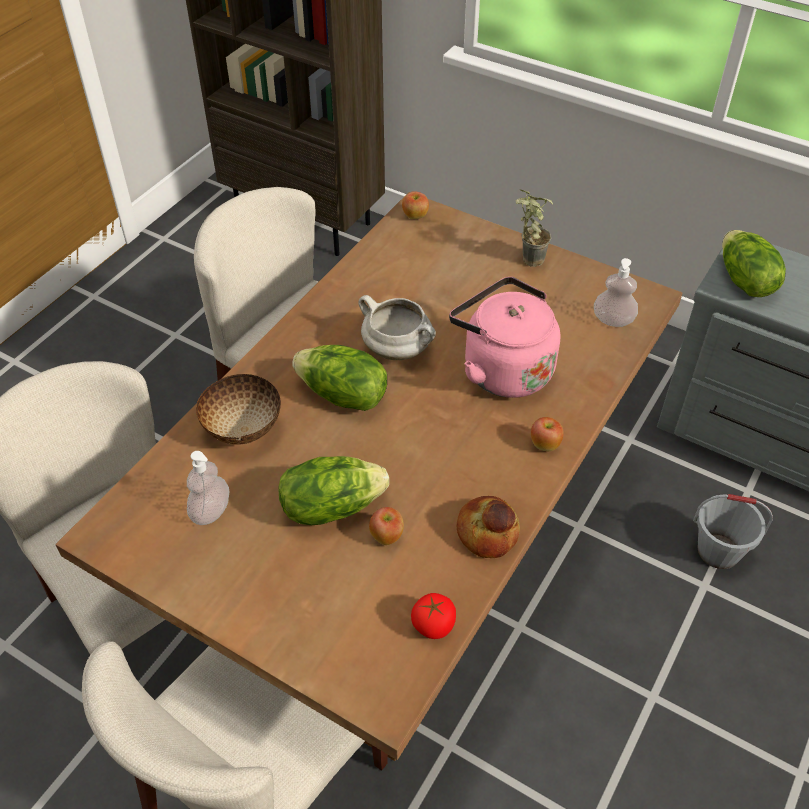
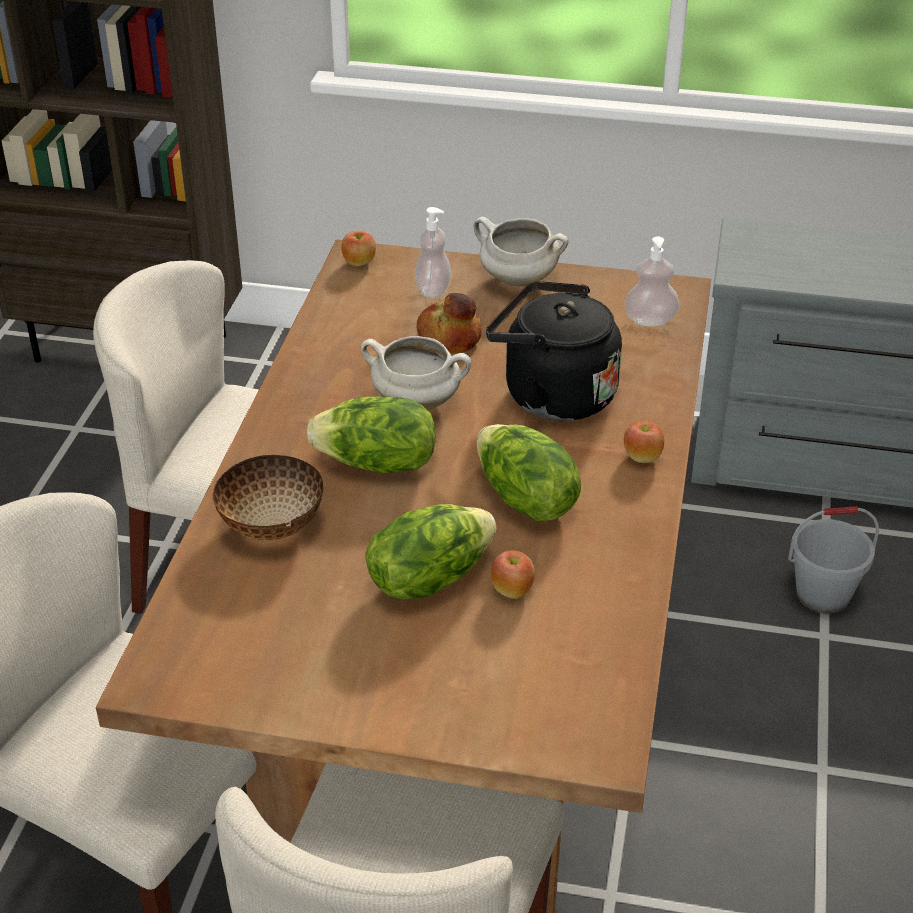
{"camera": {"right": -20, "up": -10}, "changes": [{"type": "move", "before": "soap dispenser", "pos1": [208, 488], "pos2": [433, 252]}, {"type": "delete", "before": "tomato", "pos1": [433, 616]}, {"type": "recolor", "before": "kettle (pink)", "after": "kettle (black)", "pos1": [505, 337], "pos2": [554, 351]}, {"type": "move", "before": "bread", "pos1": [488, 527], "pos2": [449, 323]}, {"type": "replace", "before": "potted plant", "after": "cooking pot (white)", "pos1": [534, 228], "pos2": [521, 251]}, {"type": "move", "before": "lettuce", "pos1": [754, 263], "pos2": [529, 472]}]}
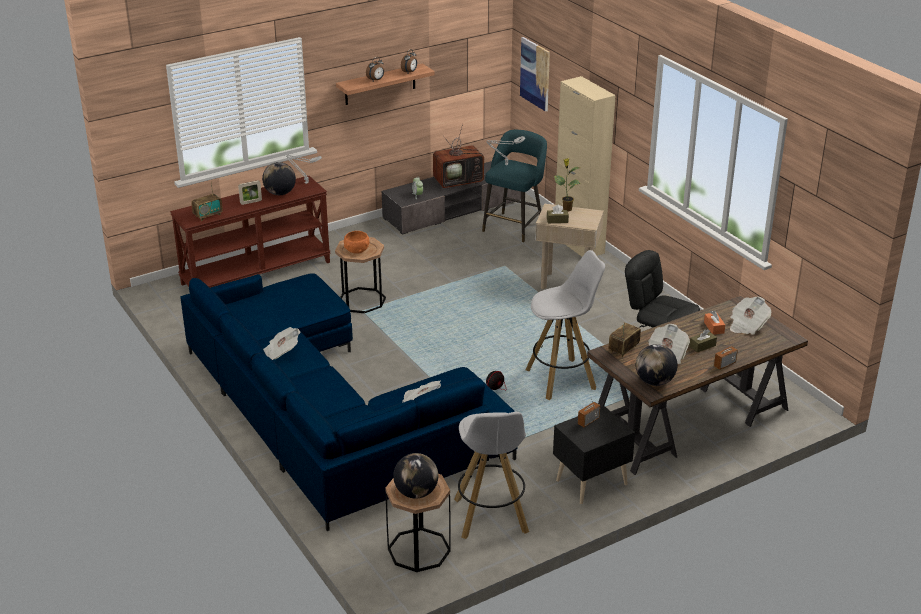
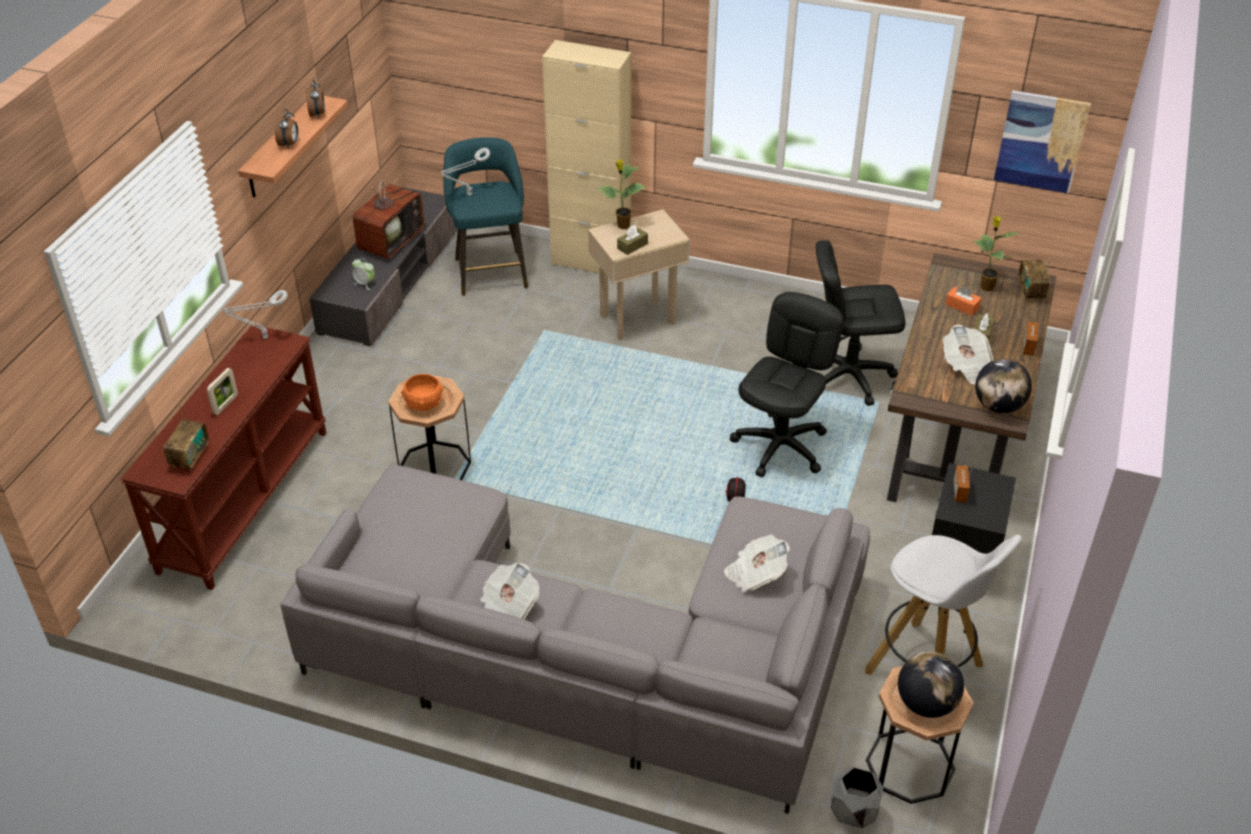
{"camera": {"right": -40, "up": 10}, "changes": [{"type": "recolor", "before": "sofa (blue)", "after": "sofa (grey)", "pos1": [348, 402], "pos2": [575, 639]}, {"type": "delete", "before": "globe", "pos1": [279, 178]}, {"type": "move", "before": "picture", "pos1": [535, 74], "pos2": [1042, 141]}, {"type": "replace", "before": "stool (white)", "after": "office chair (black)", "pos1": [565, 325], "pos2": [787, 384]}, {"type": "move", "before": "radio", "pos1": [625, 339], "pos2": [1034, 280]}, {"type": "replace", "before": "newspaper", "after": "potted plant", "pos1": [750, 316], "pos2": [996, 253]}, {"type": "insert", "after": "planter (grey)", "pos2": [857, 797]}]}
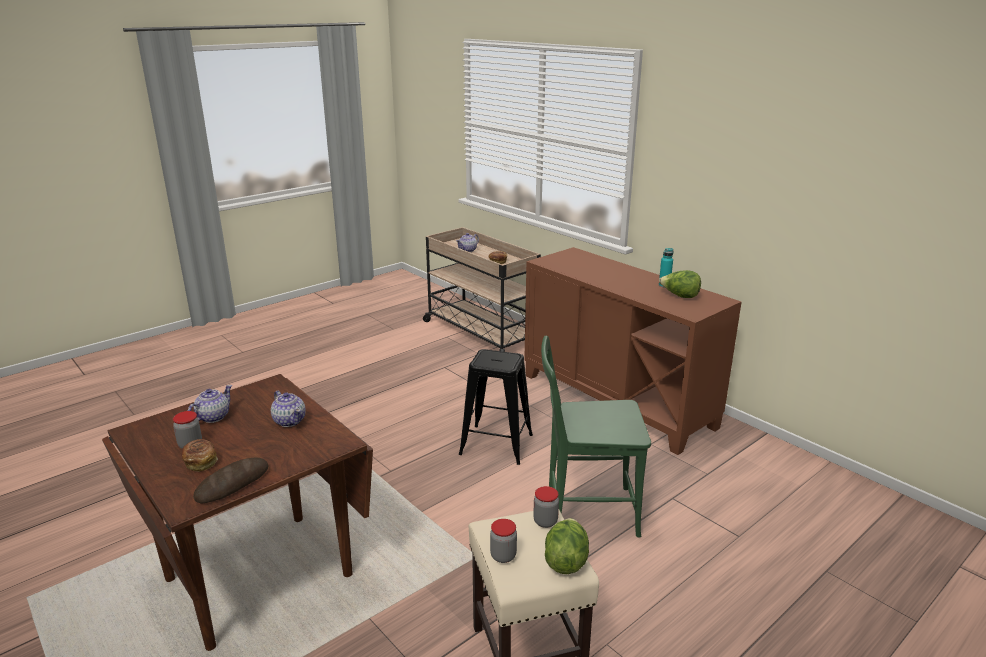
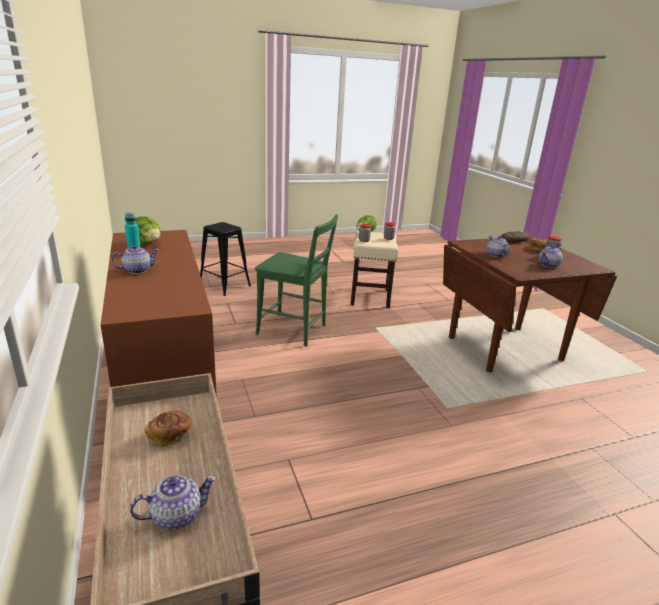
{"camera": {"right": -160, "up": 0}, "changes": [{"type": "move", "before": "stool (black)", "pos1": [496, 407], "pos2": [225, 259]}, {"type": "insert", "after": "teapot", "pos2": [135, 259]}]}
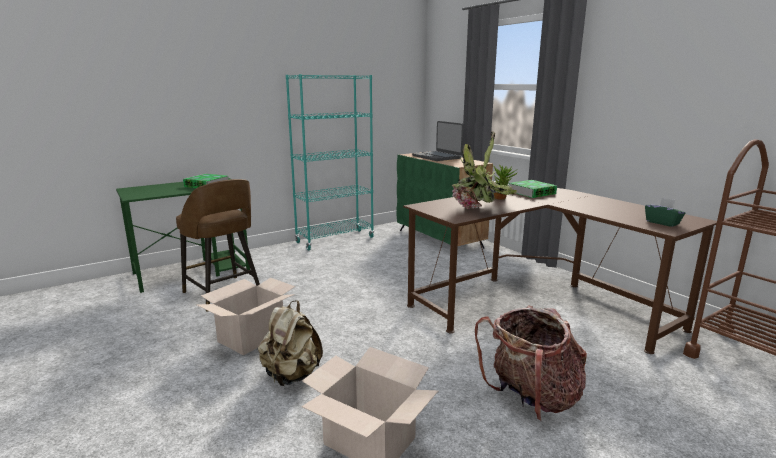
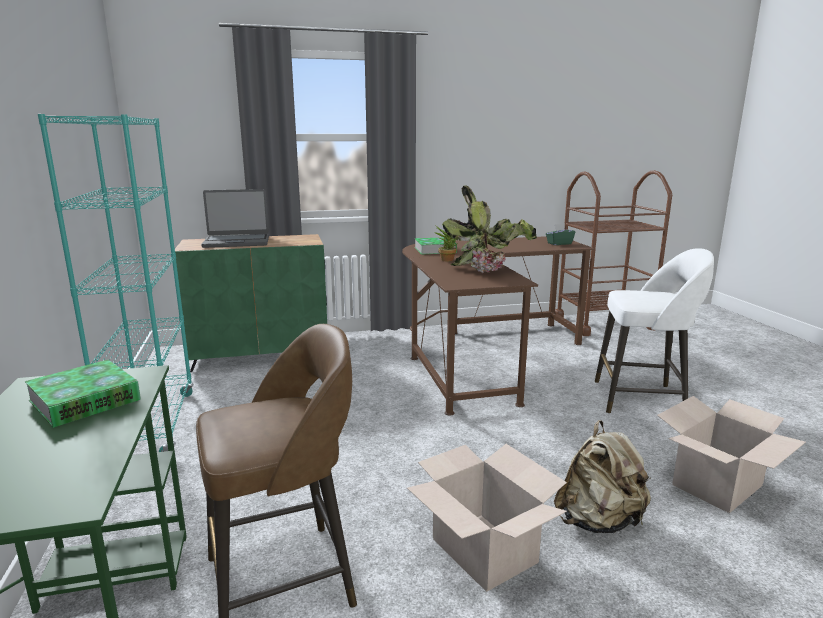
{"camera": {"right": -70, "up": 0}, "changes": [{"type": "replace", "before": "backpack", "after": "stool (white)", "pos1": [531, 363], "pos2": [654, 330]}]}
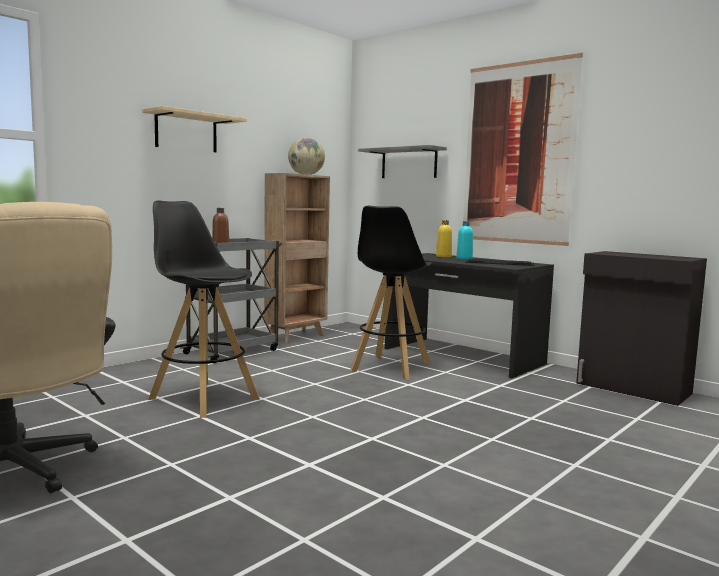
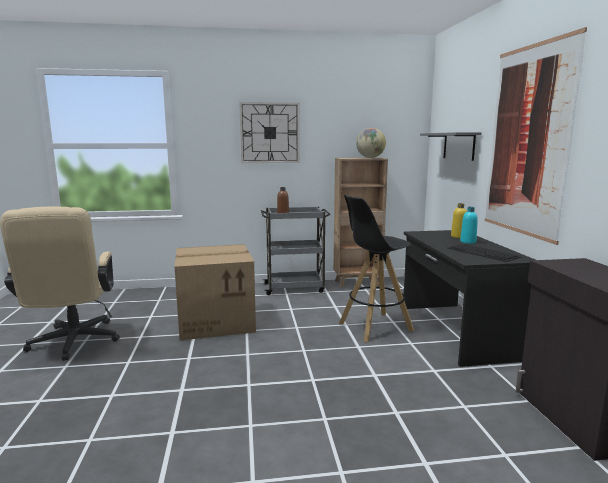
{"camera": {"right": 40, "up": 5}, "changes": [{"type": "replace", "before": "shelf (beige)", "after": "wall clock", "pos1": [194, 129], "pos2": [269, 132]}, {"type": "replace", "before": "stool (black)", "after": "cardboard box", "pos1": [203, 309], "pos2": [215, 292]}]}
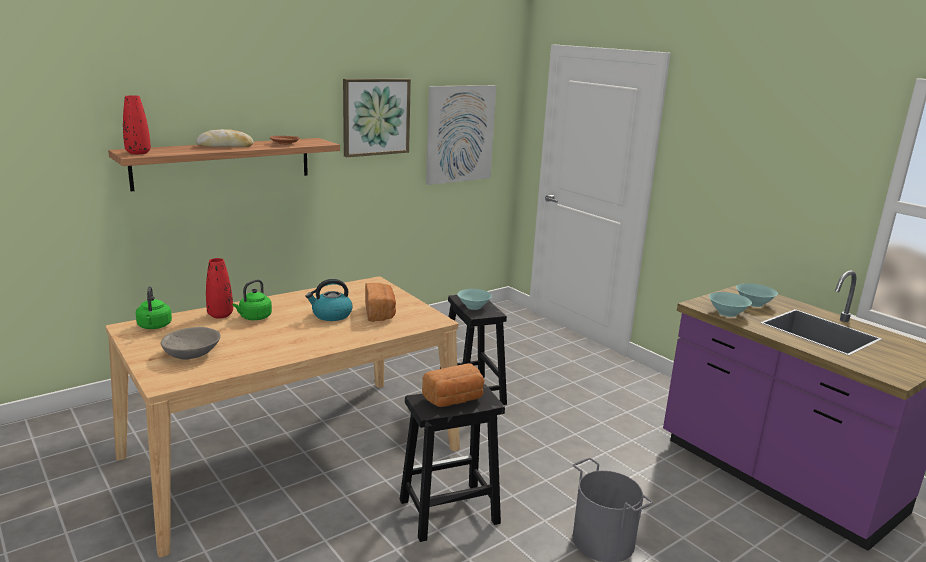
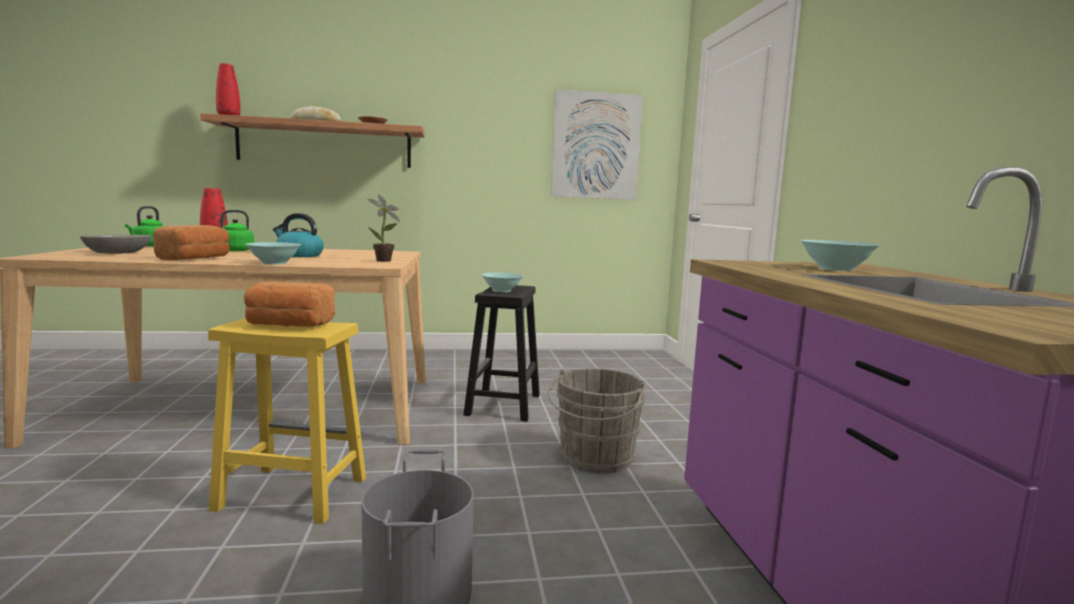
{"camera": {"right": 30, "up": -10}, "changes": [{"type": "delete", "before": "picture", "pos1": [377, 118]}, {"type": "move", "before": "bread", "pos1": [380, 302], "pos2": [191, 242]}, {"type": "recolor", "before": "stool (black)", "after": "stool (yellow)", "pos1": [452, 463], "pos2": [287, 421]}, {"type": "move", "before": "bowl (turquoise)", "pos1": [730, 304], "pos2": [273, 253]}, {"type": "insert", "after": "potted plant", "pos2": [383, 228]}, {"type": "insert", "after": "bucket (grey)", "pos2": [597, 420]}]}
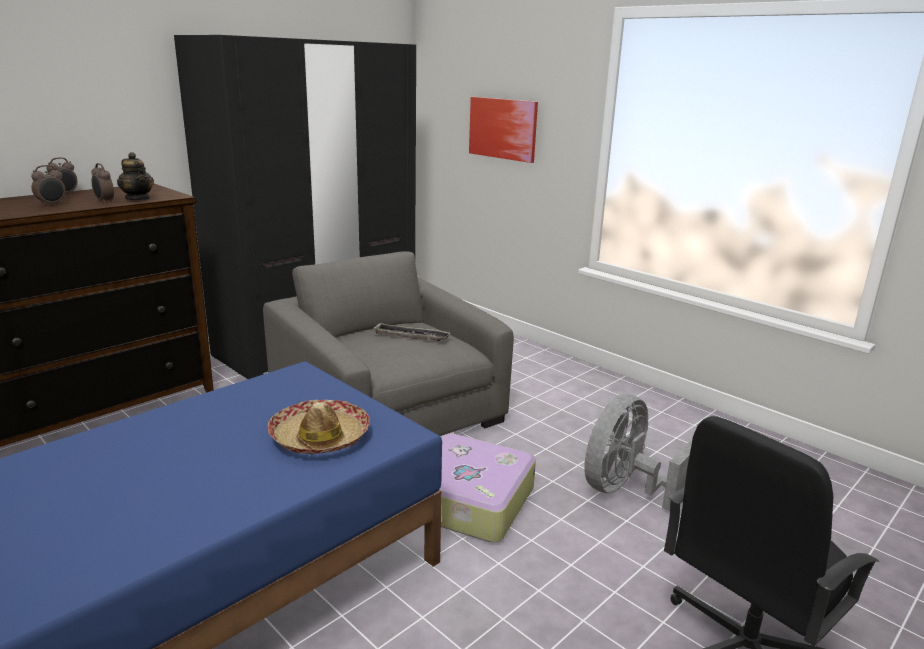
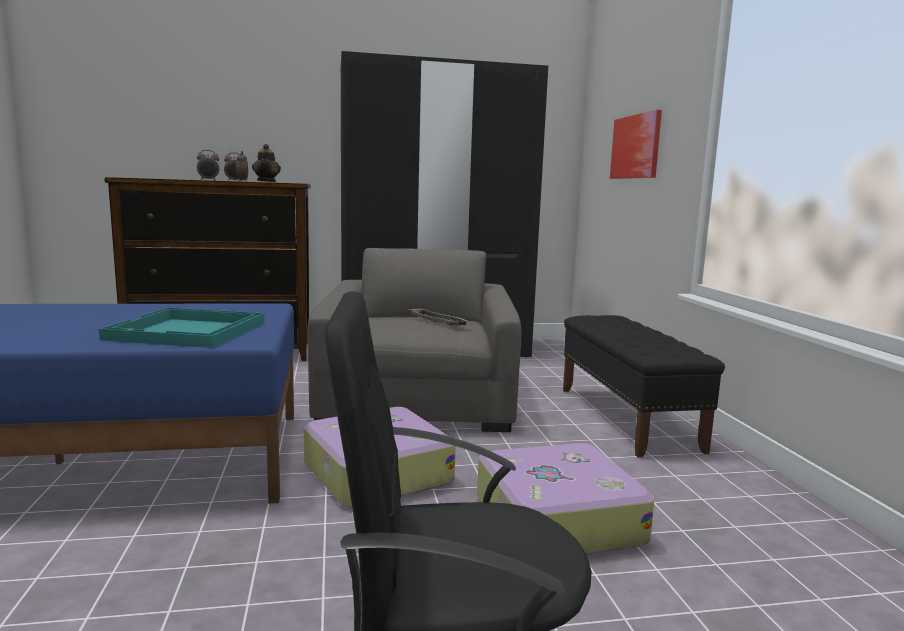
{"camera": {"right": 35, "up": -10}, "changes": [{"type": "replace", "before": "hat", "after": "tray (turquoise)", "pos1": [319, 427], "pos2": [182, 327]}, {"type": "replace", "before": "fan (grey)", "after": "suitcase", "pos1": [638, 452], "pos2": [565, 498]}, {"type": "insert", "after": "bench (black)", "pos2": [644, 386]}]}
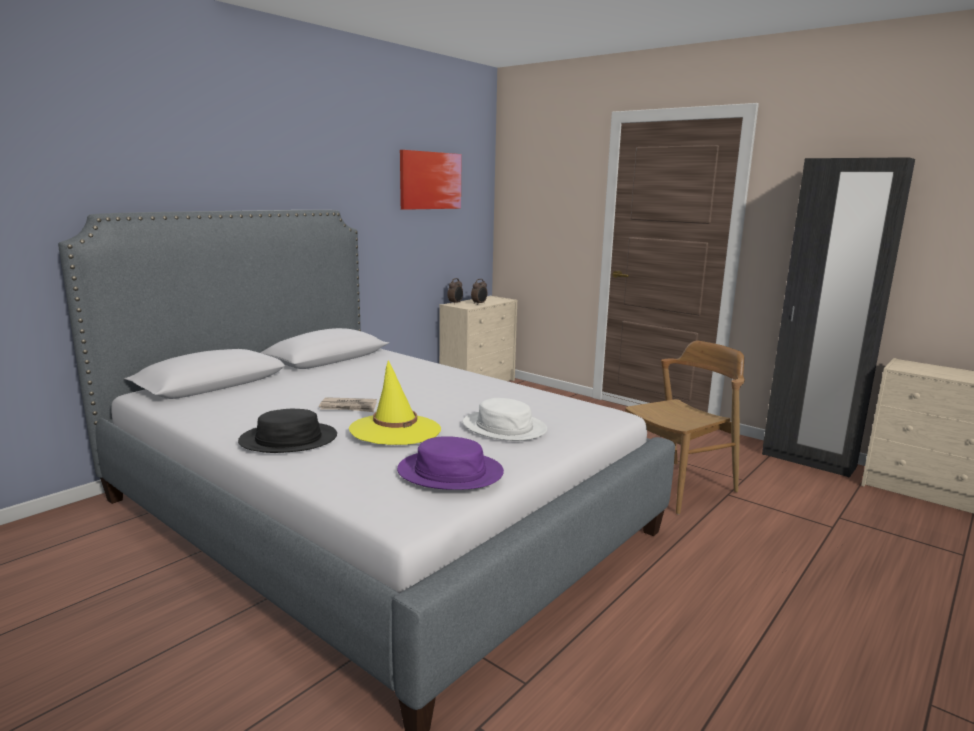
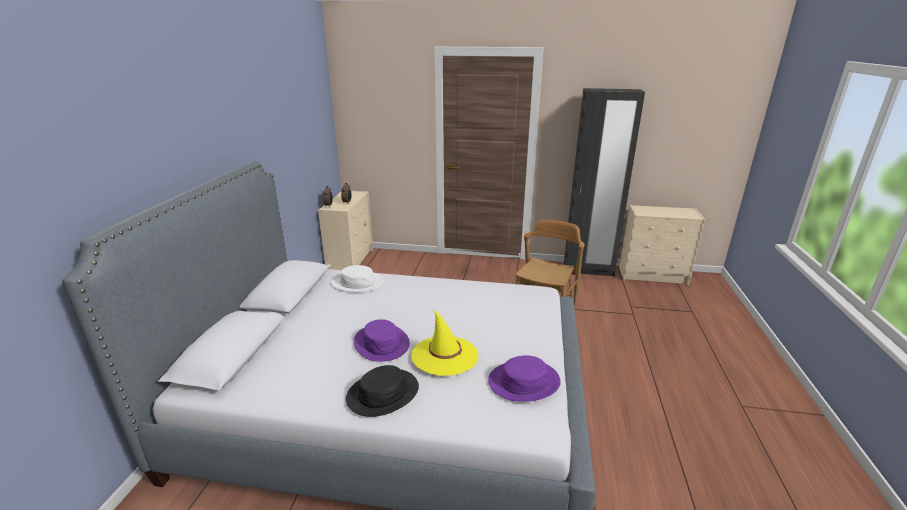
{"camera": {"right": -30, "up": 10}, "changes": [{"type": "replace", "before": "newspaper", "after": "hat (purple)", "pos1": [348, 404], "pos2": [382, 340]}, {"type": "delete", "before": "picture", "pos1": [431, 180]}, {"type": "move", "before": "hat (white)", "pos1": [505, 419], "pos2": [358, 278]}]}
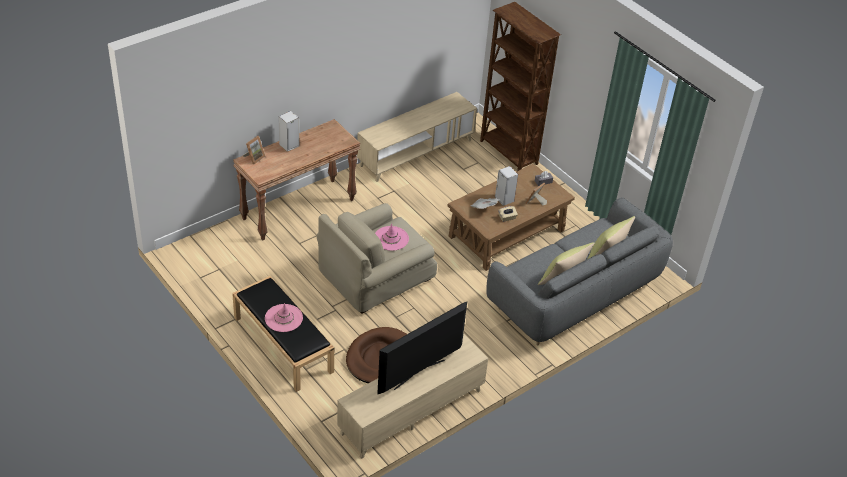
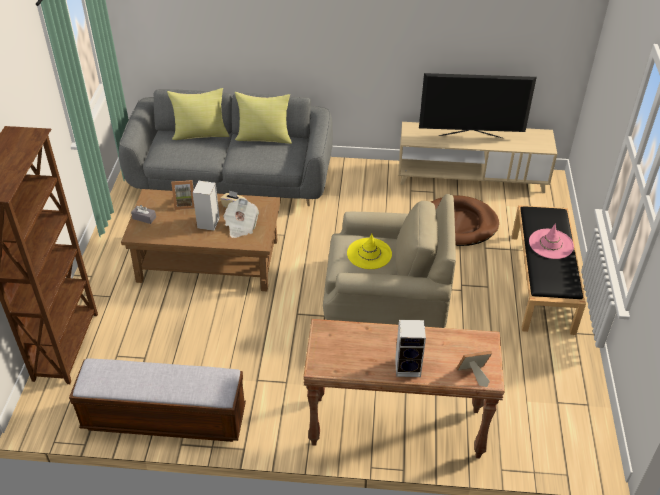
{"camera": {"right": -135, "up": 0}, "changes": [{"type": "replace", "before": "tv stand (beige)", "after": "bench", "pos1": [417, 137], "pos2": [157, 400]}, {"type": "recolor", "before": "hat (pink)", "after": "hat (yellow)", "pos1": [392, 237], "pos2": [369, 251]}]}
